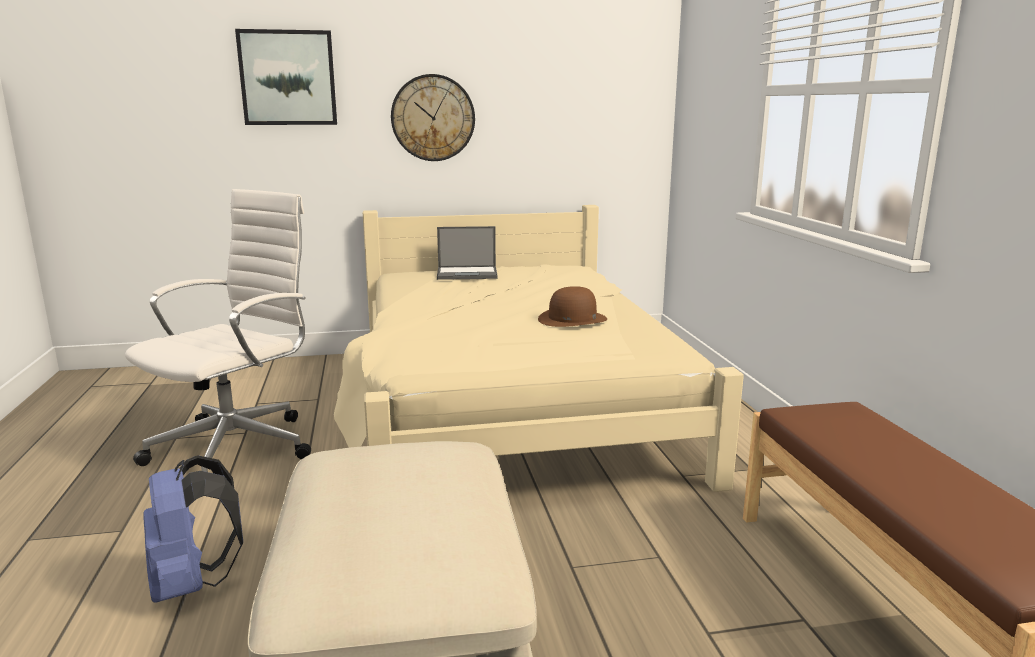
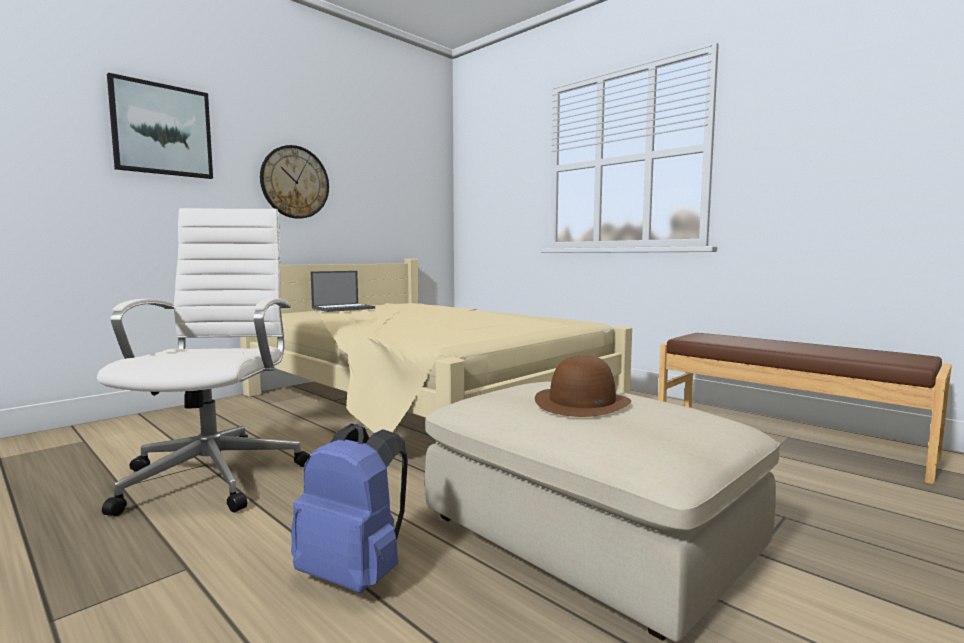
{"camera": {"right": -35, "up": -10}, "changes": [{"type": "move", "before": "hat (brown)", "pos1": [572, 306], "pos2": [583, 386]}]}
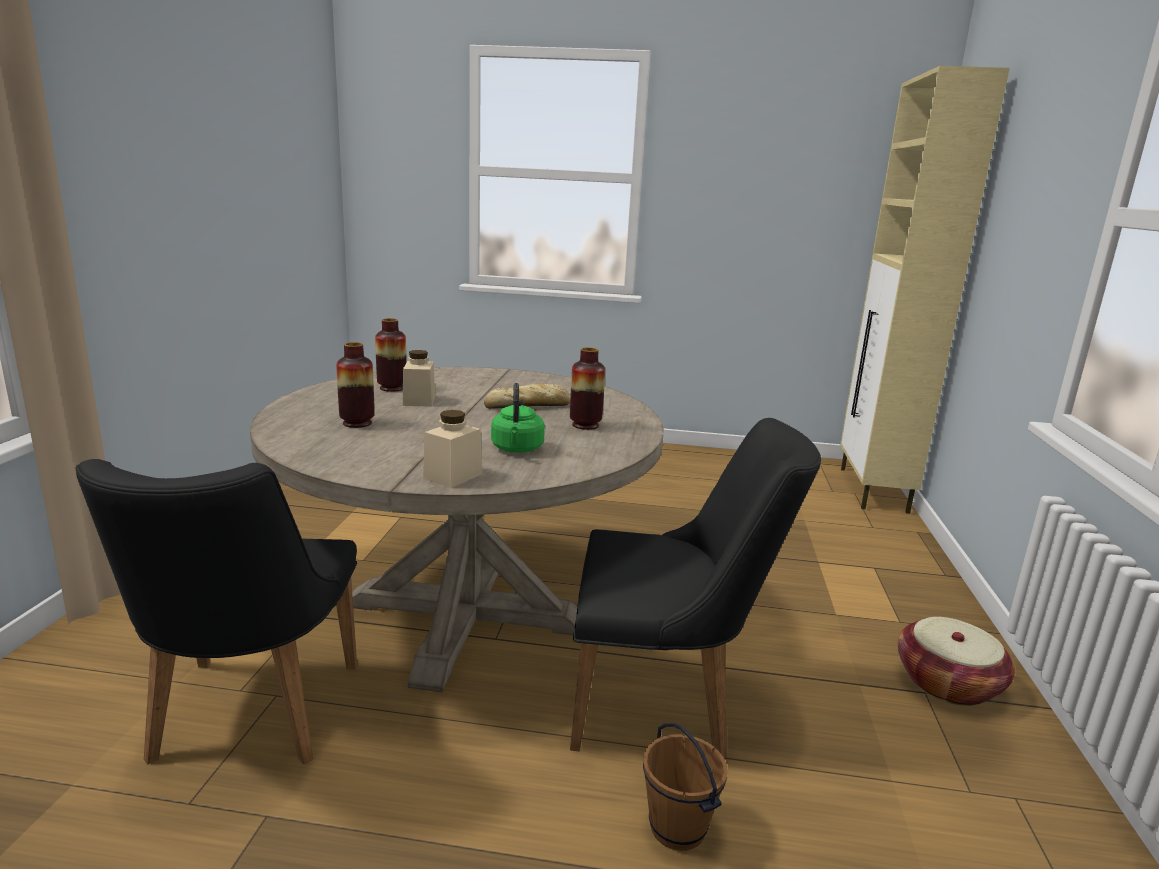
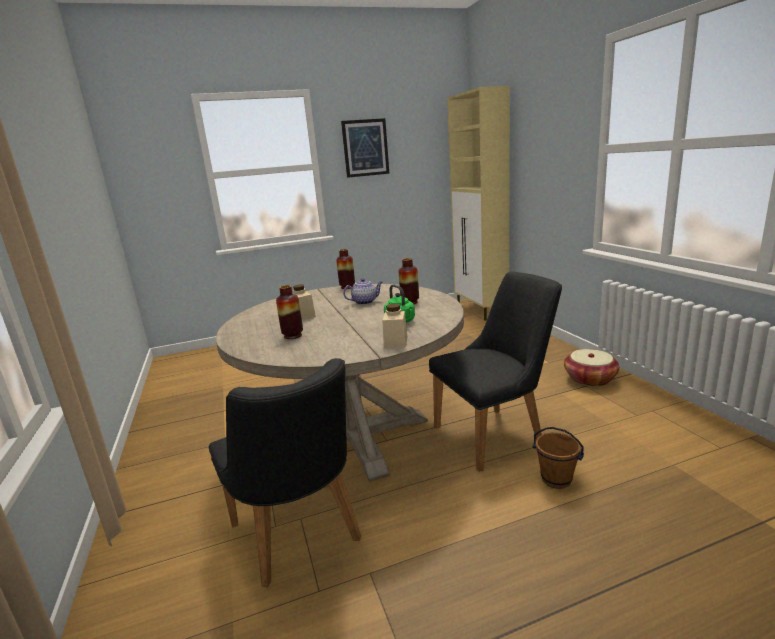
{"camera": {"right": -25, "up": 0}, "changes": [{"type": "move", "before": "vase", "pos1": [391, 355], "pos2": [345, 269]}, {"type": "replace", "before": "bread", "after": "teapot", "pos1": [527, 396], "pos2": [362, 291]}, {"type": "insert", "after": "picture", "pos2": [365, 148]}]}
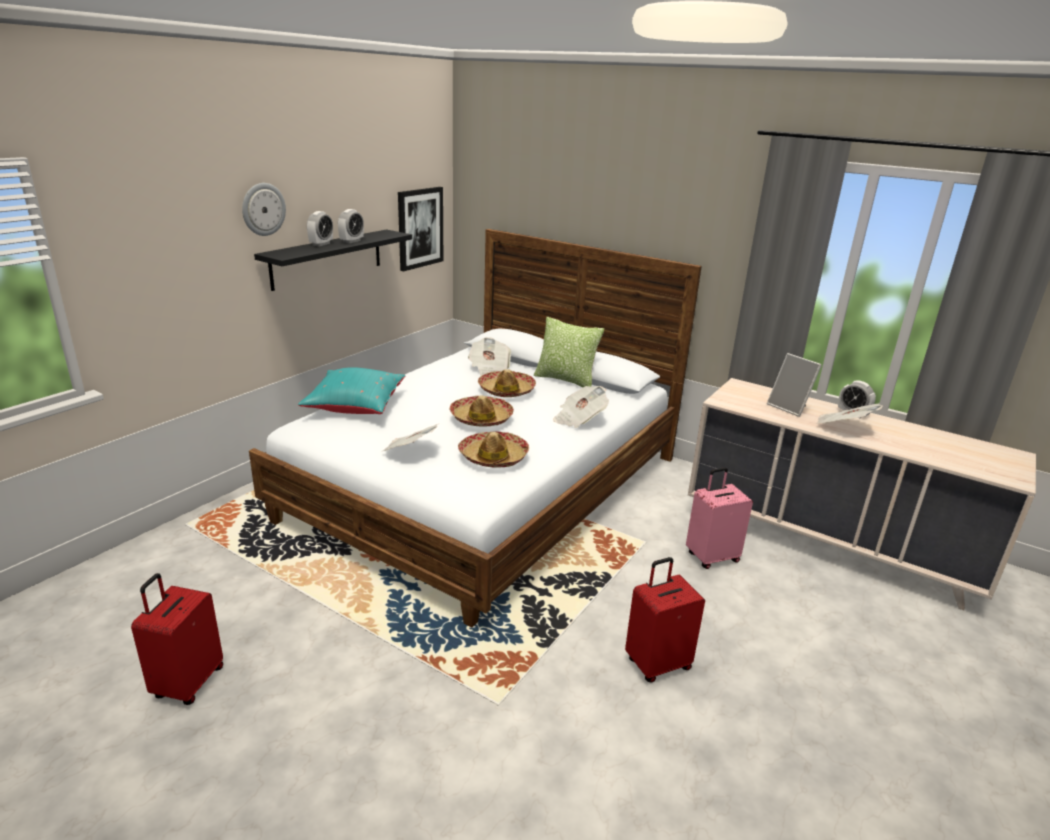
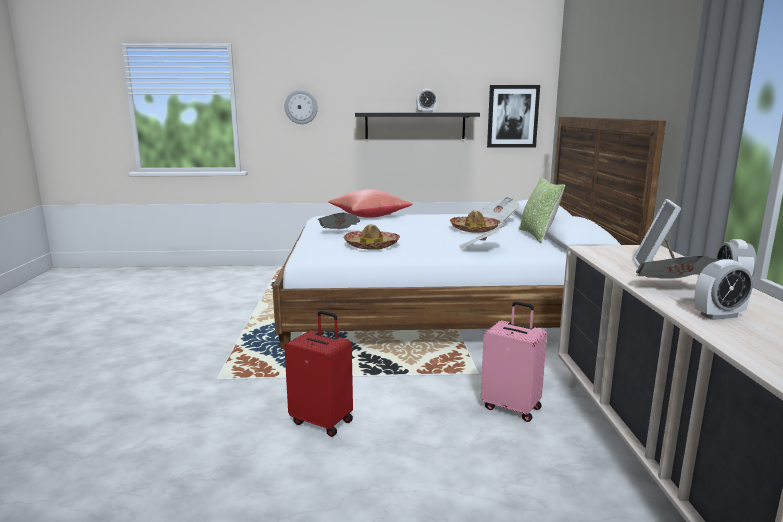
{"camera": {"right": 55, "up": -10}, "changes": [{"type": "delete", "before": "suitcase (red)", "pos1": [177, 639]}, {"type": "move", "before": "wall clock", "pos1": [264, 209], "pos2": [301, 107]}, {"type": "recolor", "before": "pillow (turquoise)", "after": "pillow (red)", "pos1": [351, 390], "pos2": [370, 203]}, {"type": "move", "before": "alarm clock", "pos1": [320, 228], "pos2": [723, 289]}, {"type": "delete", "before": "hat", "pos1": [481, 411]}]}
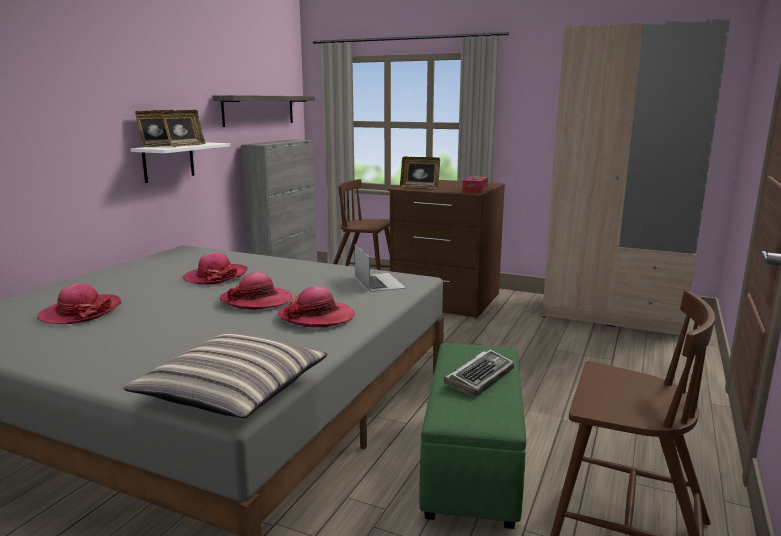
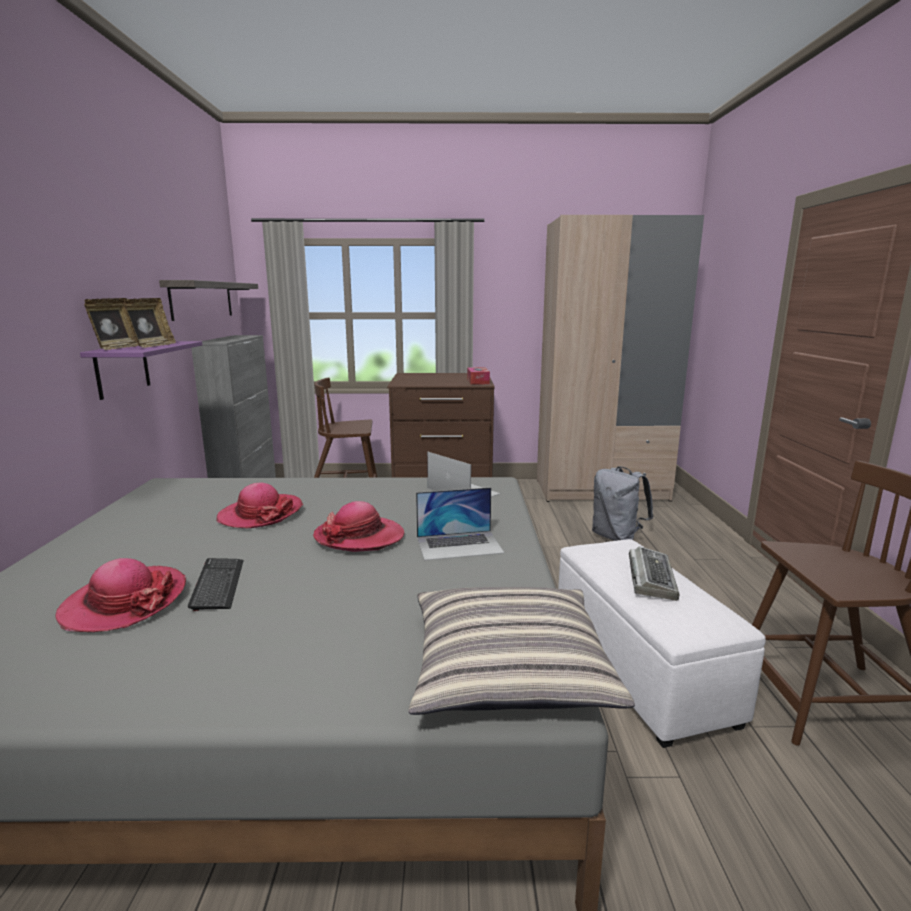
{"camera": {"right": -25, "up": 0}, "changes": [{"type": "recolor", "before": "shelf (white)", "after": "shelf (purple)", "pos1": [180, 162], "pos2": [141, 370]}, {"type": "replace", "before": "hat", "after": "laptop", "pos1": [316, 306], "pos2": [460, 524]}, {"type": "delete", "before": "picture frame", "pos1": [420, 173]}, {"type": "recolor", "before": "ottoman (green)", "after": "ottoman (white)", "pos1": [472, 436], "pos2": [662, 643]}, {"type": "insert", "after": "keyboard", "pos2": [215, 584]}, {"type": "insert", "after": "backpack (grey)", "pos2": [623, 504]}]}
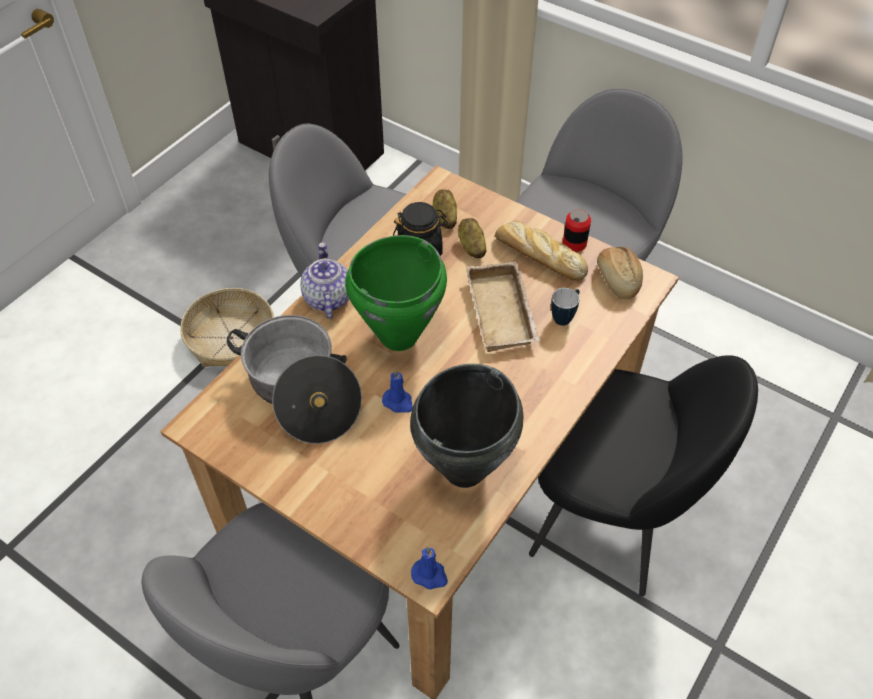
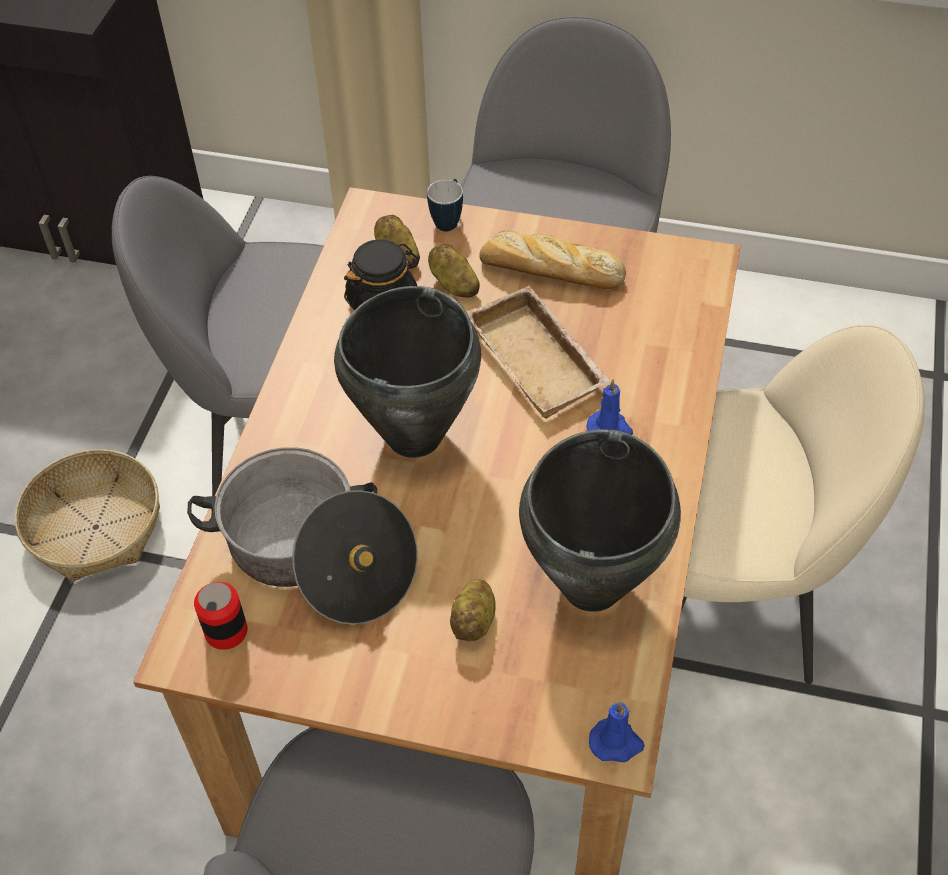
{"camera": {"right": -20, "up": 0}, "changes": [{"type": "delete", "before": "teapot", "pos1": [324, 280]}, {"type": "recolor", "before": "cooking pot (green)", "after": "cooking pot (black)", "pos1": [396, 293], "pos2": [407, 372]}, {"type": "move", "before": "candle (blue)", "pos1": [397, 391], "pos2": [609, 407]}, {"type": "recolor", "before": "chair (black)", "after": "chair (beige)", "pos1": [643, 476], "pos2": [803, 504]}, {"type": "move", "before": "mug", "pos1": [565, 307], "pos2": [445, 205]}, {"type": "move", "before": "can", "pos1": [577, 231], "pos2": [221, 616]}, {"type": "delete", "before": "bread", "pos1": [620, 273]}, {"type": "insert", "after": "potato", "pos2": [473, 610]}]}
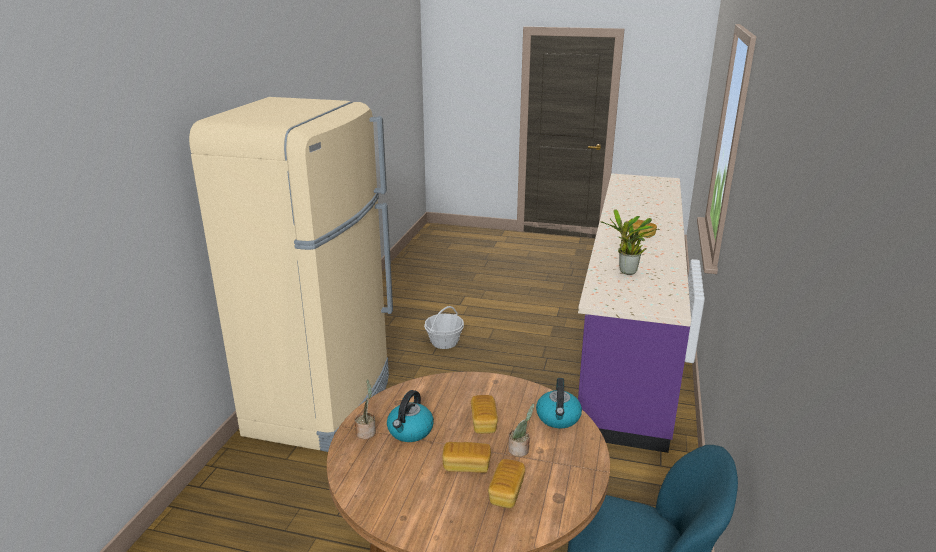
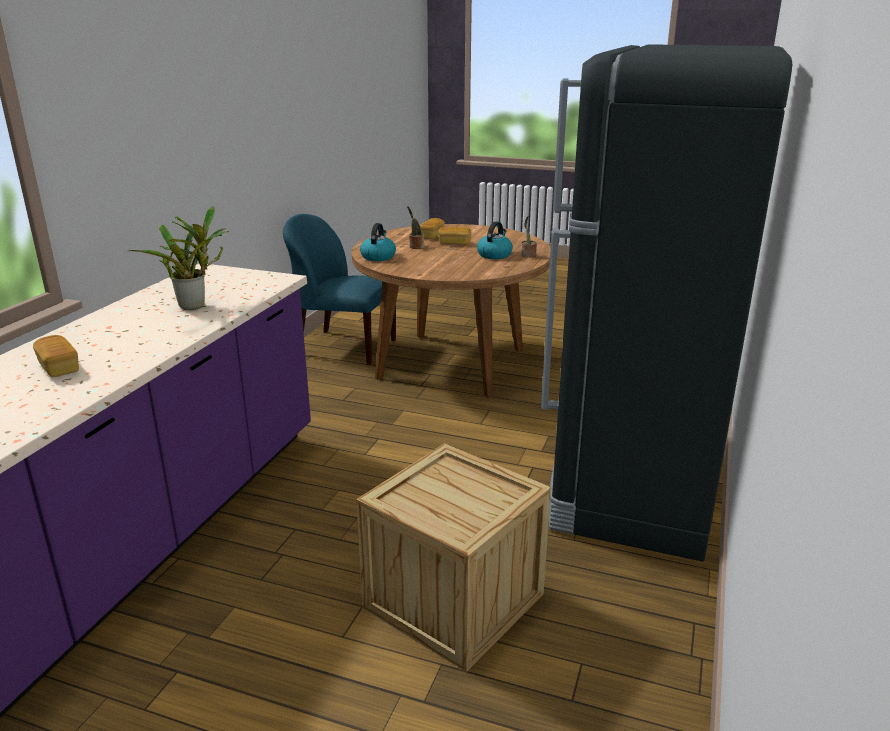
{"camera": {"right": -175, "up": 0}, "changes": [{"type": "recolor", "before": "fridge (beige)", "after": "fridge (black)", "pos1": [291, 274], "pos2": [666, 302]}, {"type": "replace", "before": "basket", "after": "crate", "pos1": [444, 327], "pos2": [453, 557]}, {"type": "delete", "before": "bread", "pos1": [484, 414]}]}
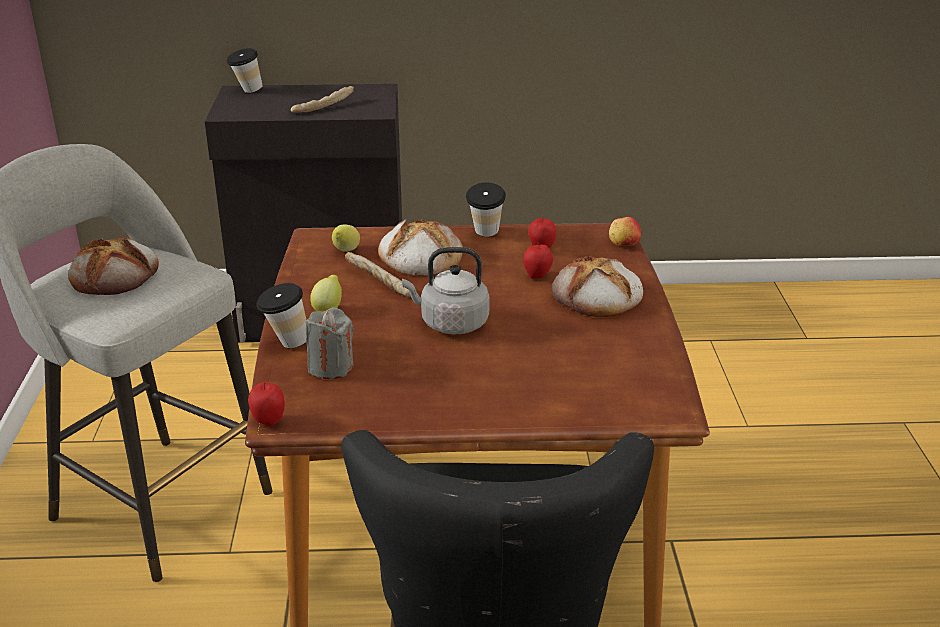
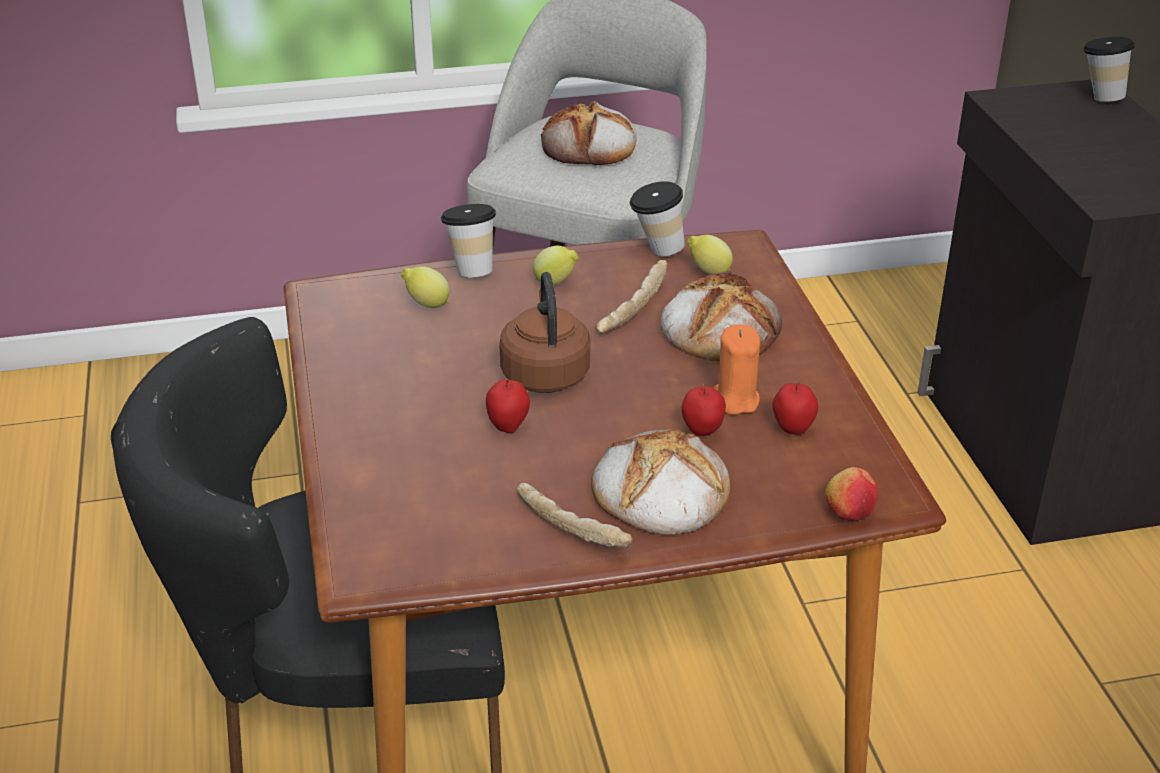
{"camera": {"right": 80, "up": 5}, "changes": [{"type": "move", "before": "apple", "pos1": [266, 403], "pos2": [508, 406]}, {"type": "move", "before": "bread", "pos1": [322, 99], "pos2": [574, 515]}, {"type": "replace", "before": "candle (grey)", "after": "lemon", "pos1": [330, 343], "pos2": [425, 287]}, {"type": "recolor", "before": "kettle (grey)", "after": "kettle (brown)", "pos1": [446, 291], "pos2": [544, 332]}, {"type": "move", "before": "cup", "pos1": [486, 209], "pos2": [657, 218]}, {"type": "insert", "after": "candle (orange)", "pos2": [737, 370]}]}
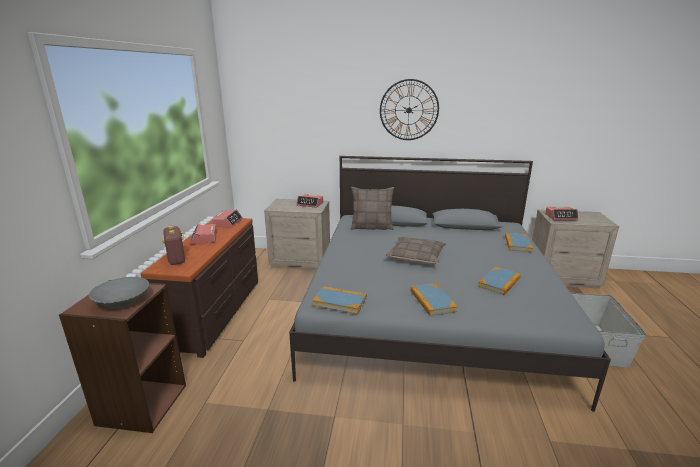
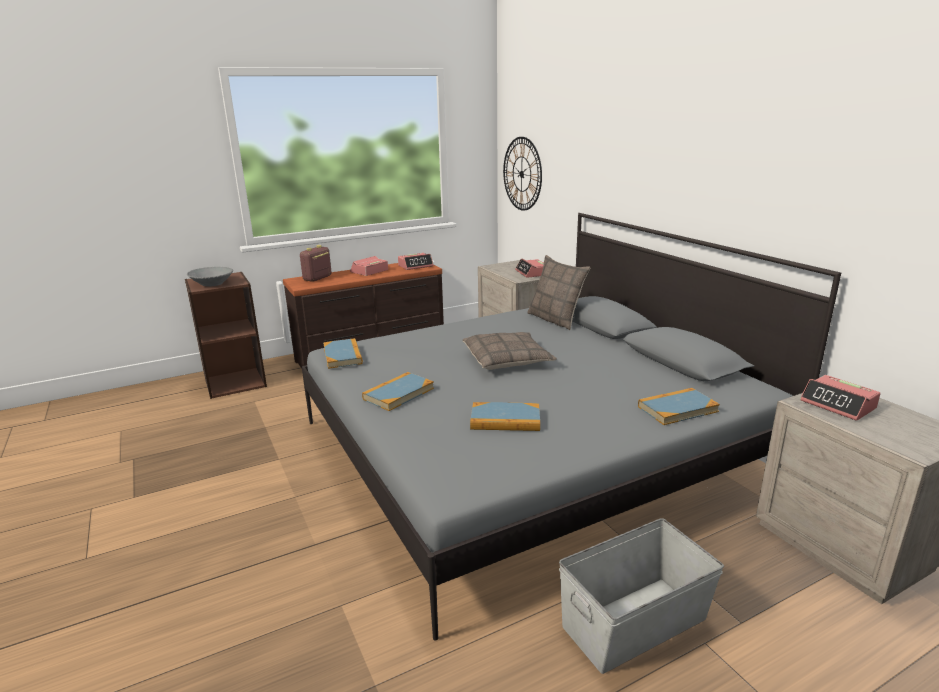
{"camera": {"right": 55, "up": 0}, "changes": [{"type": "move", "before": "wall clock", "pos1": [409, 109], "pos2": [522, 174]}]}
